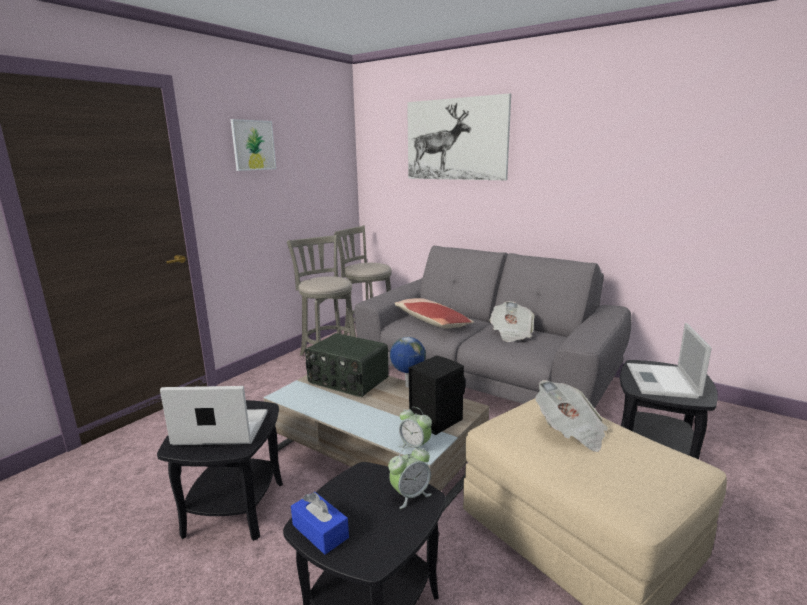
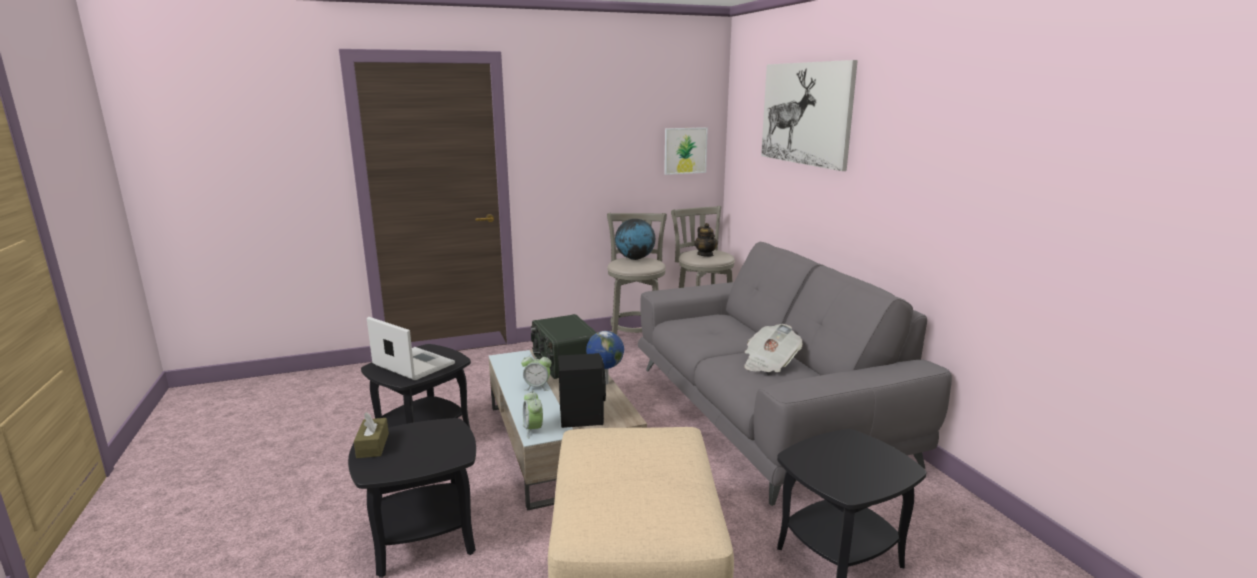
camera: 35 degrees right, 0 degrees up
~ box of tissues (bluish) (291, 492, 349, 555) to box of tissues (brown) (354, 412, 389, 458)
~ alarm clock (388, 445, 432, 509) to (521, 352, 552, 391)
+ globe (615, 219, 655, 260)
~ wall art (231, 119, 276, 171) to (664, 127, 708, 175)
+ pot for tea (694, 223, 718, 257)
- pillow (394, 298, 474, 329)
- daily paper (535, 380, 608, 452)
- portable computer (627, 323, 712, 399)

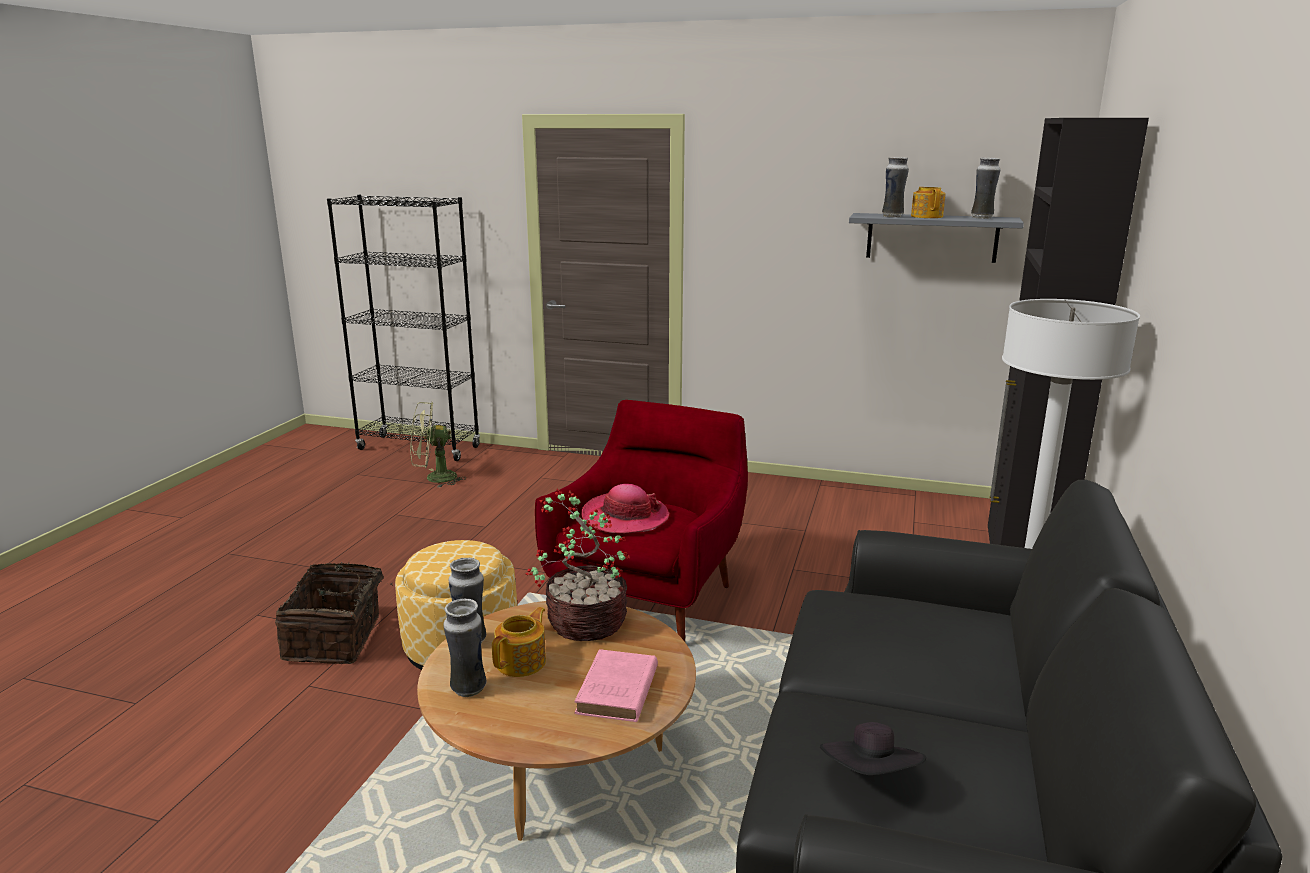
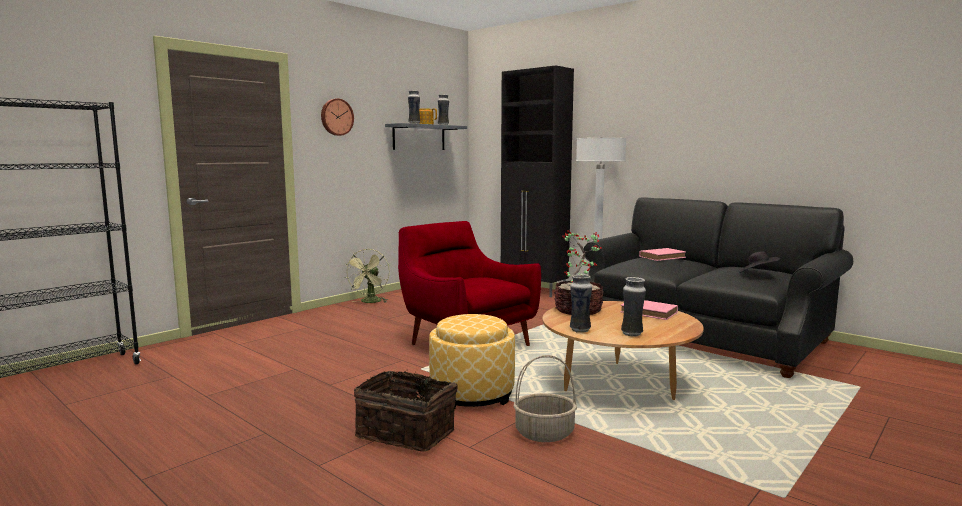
camera: 65 degrees left, 10 degrees down
+ clock on the wall (321, 98, 354, 136)
~ fan (greenish) (410, 402, 466, 487) to (344, 249, 390, 303)
+ storage basket (514, 355, 577, 442)
+ book (pink) (639, 248, 686, 261)
- pot for tea (492, 607, 546, 677)
- clothing hat (581, 484, 669, 533)

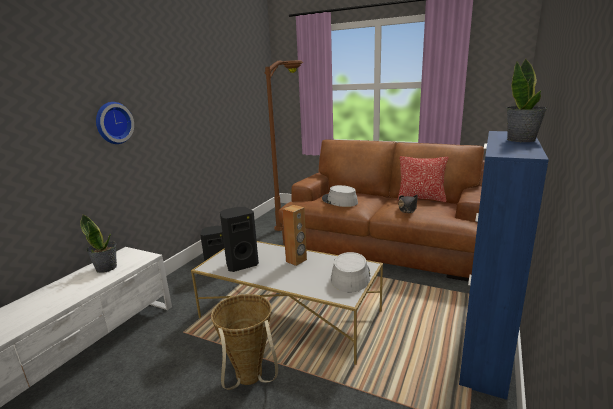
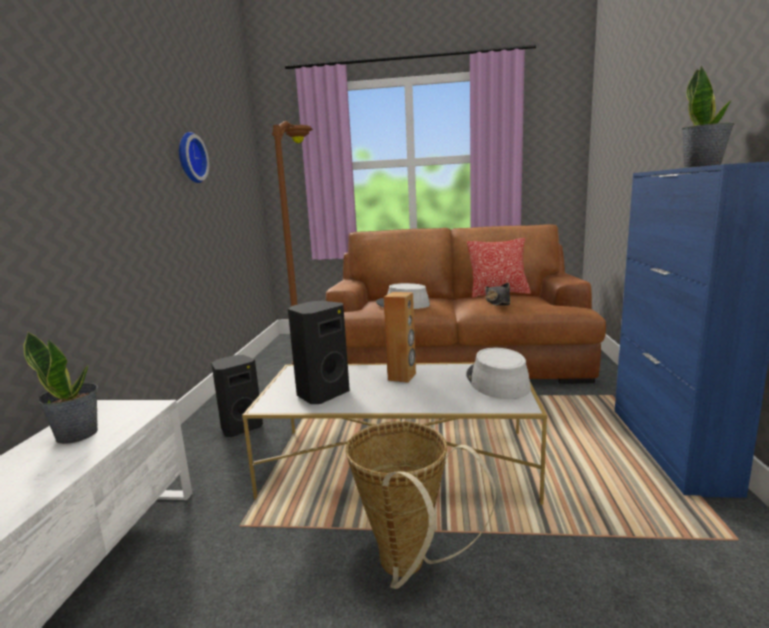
camera: 20 degrees left, 5 degrees down
~ clock on the wall (96, 102, 134, 144) to (179, 132, 209, 183)

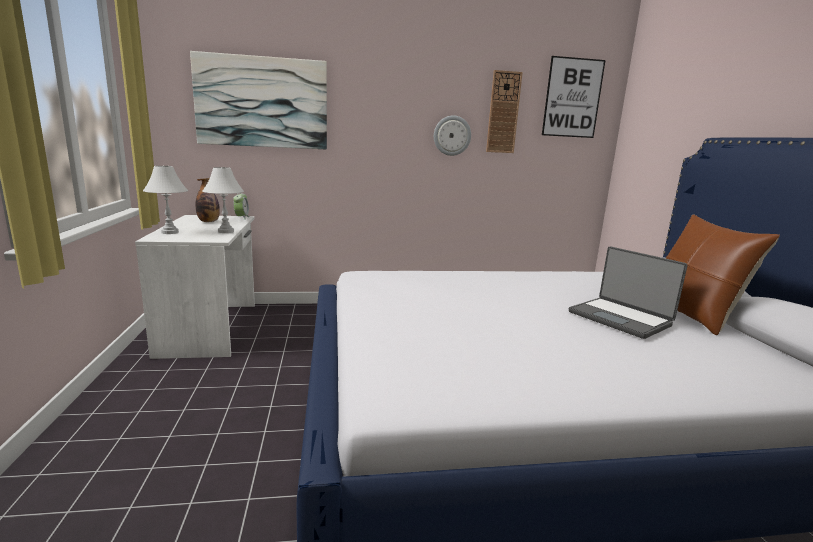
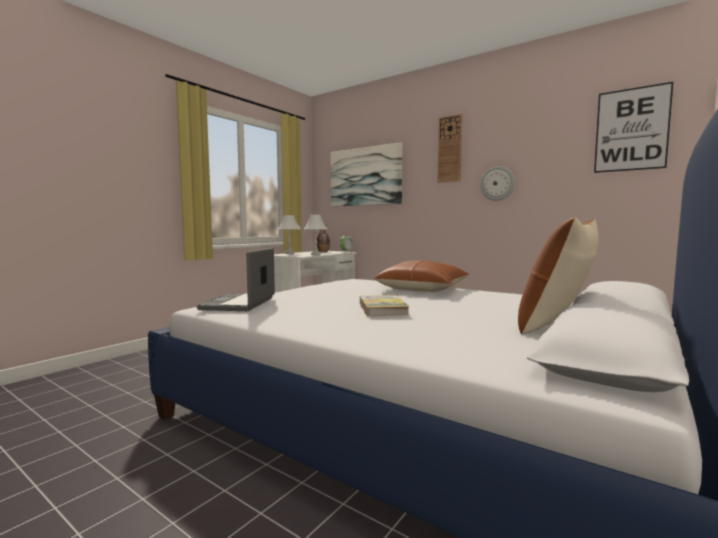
camera: 45 degrees right, 10 degrees down
~ portable computer (569, 246, 688, 339) to (197, 248, 275, 311)
+ book (360, 295, 409, 316)
+ pillow (brown) (375, 260, 469, 292)
~ clock on the wall (486, 70, 523, 153) to (437, 114, 462, 183)

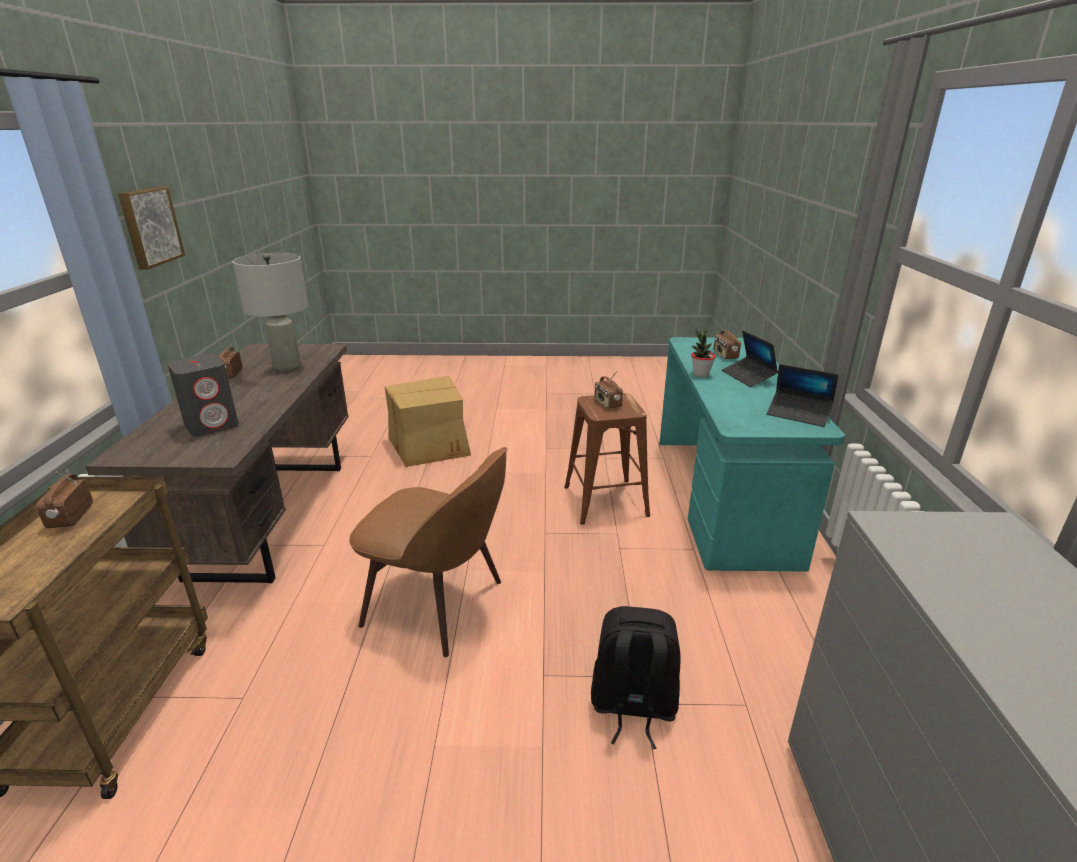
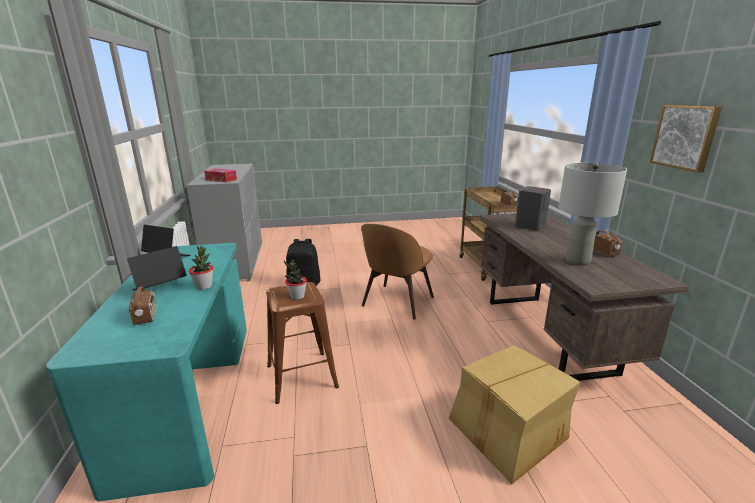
camera: 170 degrees right, 5 degrees down
~ portable computer (722, 331, 778, 387) = (127, 246, 187, 291) 105 degrees counterclockwise
+ box of tissues (204, 168, 237, 182)
~ radio set (594, 371, 623, 409) to plant in a pot (284, 259, 307, 300)
~ upright chair (brown) (349, 447, 508, 657) = (361, 224, 434, 320) 75 degrees counterclockwise

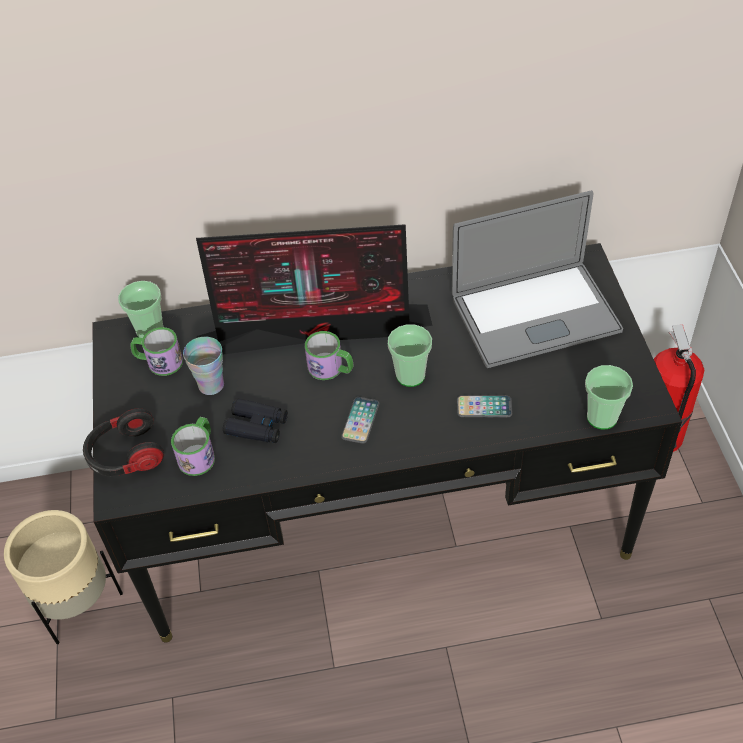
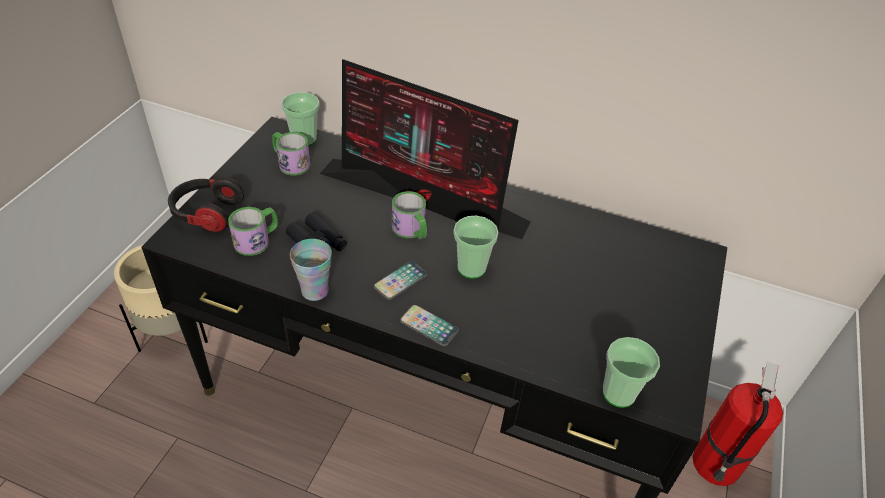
camera: 25 degrees right, 5 degrees down
~ cup (183, 337, 224, 395) to (290, 239, 332, 301)
~ phone (457, 396, 512, 417) to (400, 305, 459, 346)
- portable computer (452, 190, 623, 368)

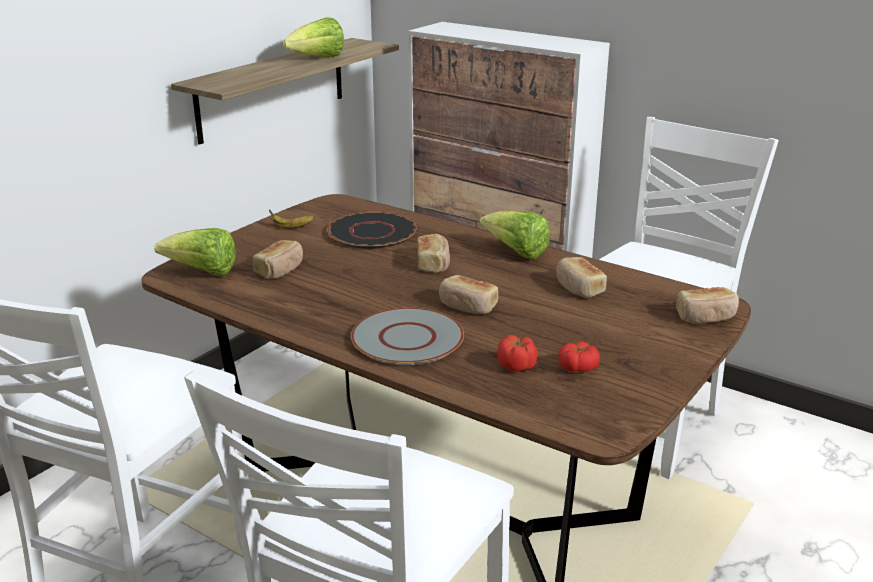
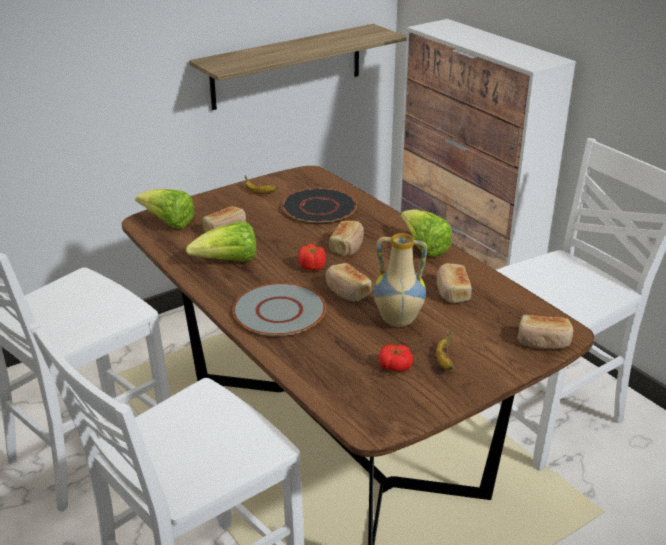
camera: 20 degrees right, 5 degrees up
~ lettuce (283, 17, 344, 57) to (186, 222, 256, 262)
~ tomato (497, 335, 537, 372) to (298, 244, 326, 270)
+ flower vase (374, 233, 427, 327)
+ banana (436, 331, 453, 370)

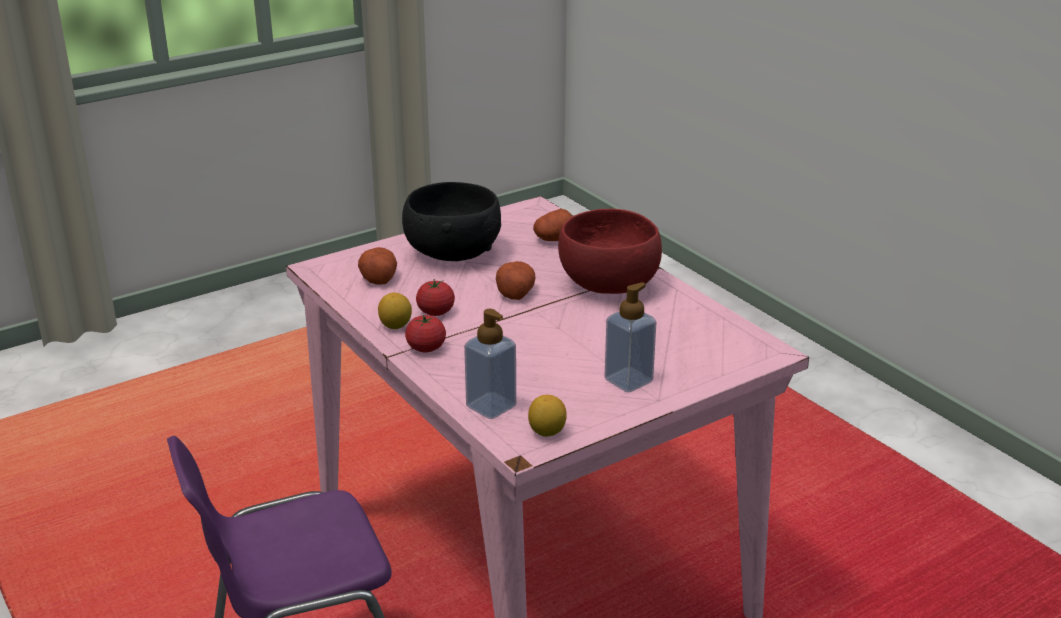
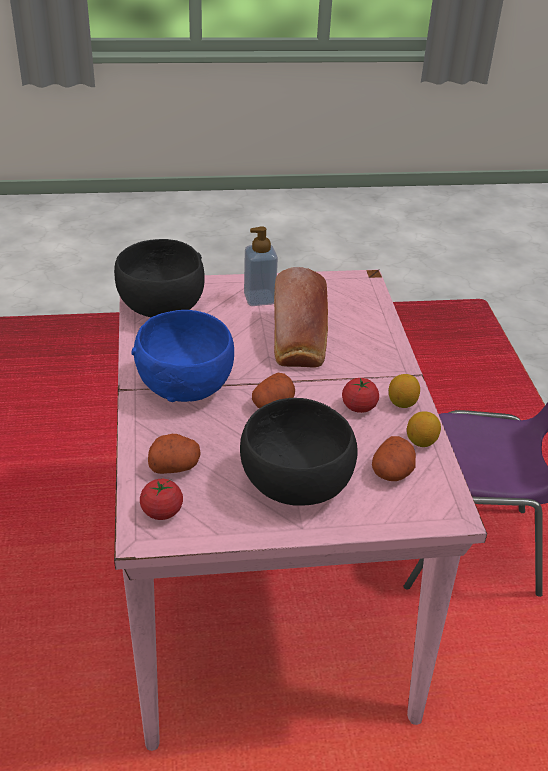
camera: 155 degrees left, 10 degrees up
+ bowl (black-coloured) (114, 239, 205, 317)
~ bowl (reddish) (558, 209, 662, 294) to bowl (bluish) (131, 310, 234, 402)
~ tomato (405, 315, 446, 352) to (140, 479, 183, 520)
+ bread (274, 267, 328, 367)
~ citrus fruit (528, 395, 567, 437) to (407, 411, 441, 447)
- soap bottle (464, 309, 516, 419)

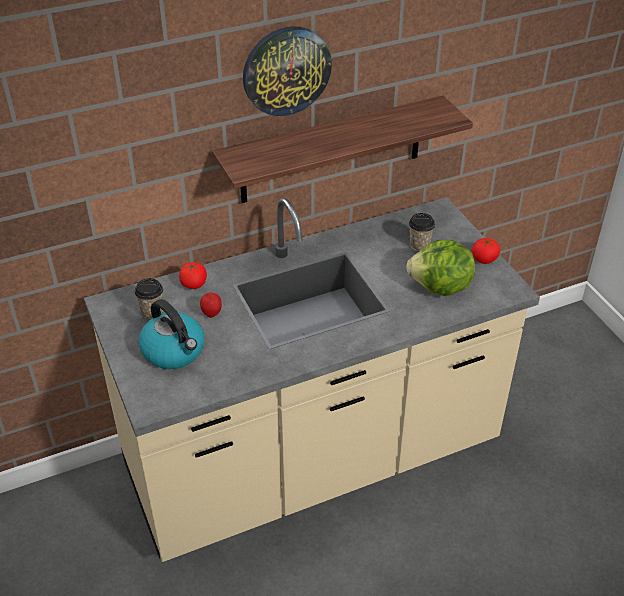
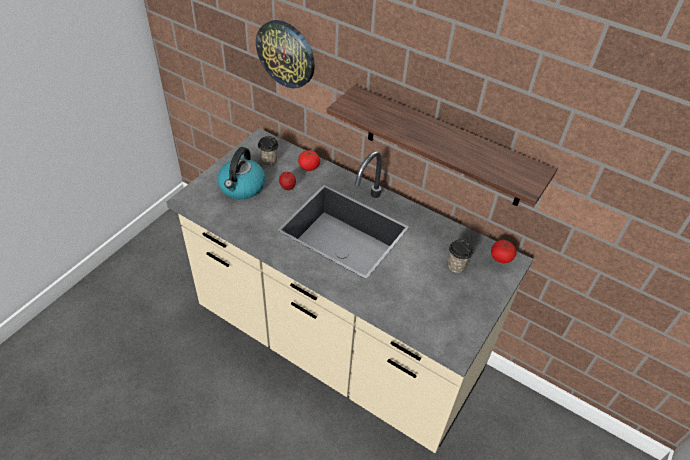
camera: 55 degrees right, 5 degrees up
~ clock on the wall (243, 26, 332, 116) to (256, 20, 315, 88)
~ tomato (471, 238, 500, 264) to (491, 240, 517, 263)
- lettuce (406, 240, 475, 296)

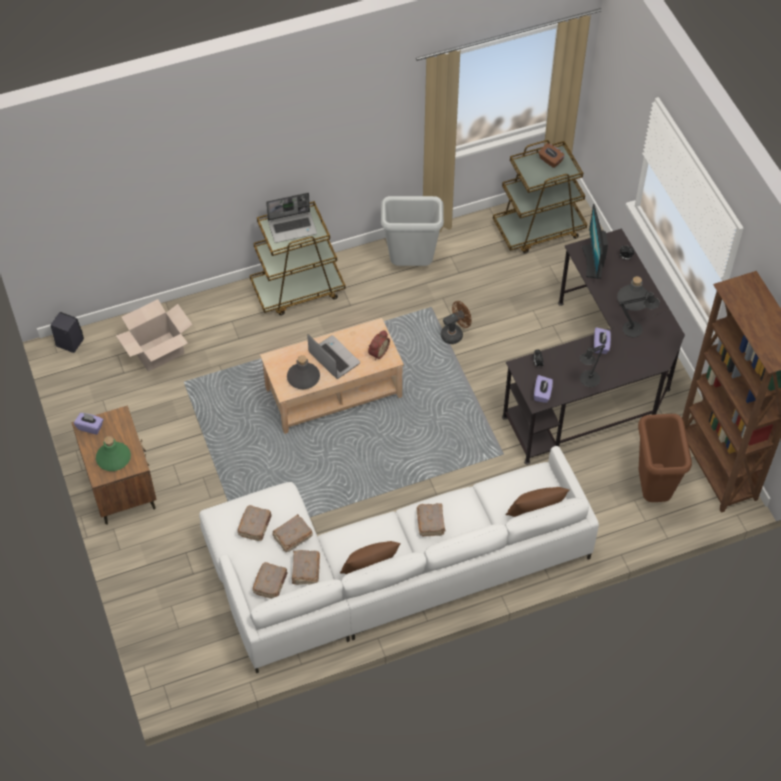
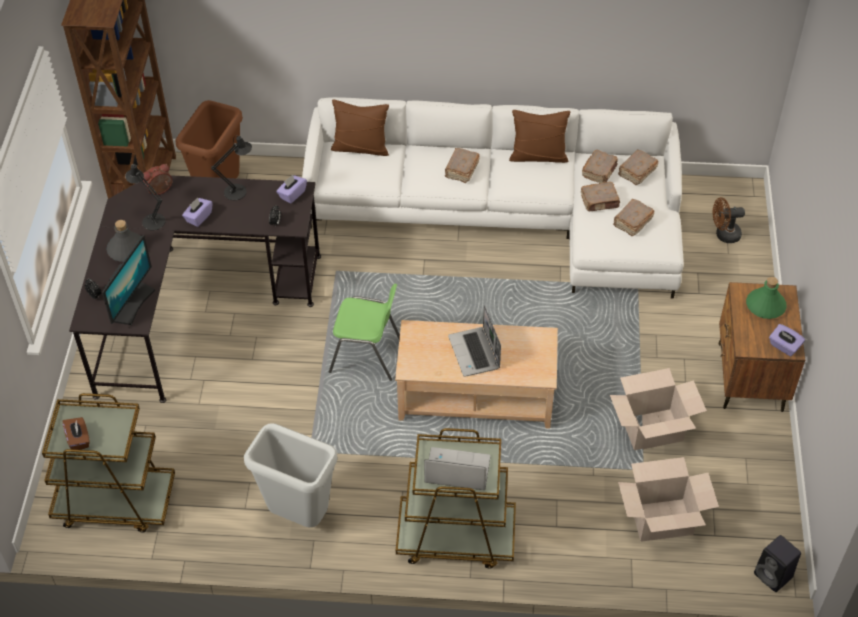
camera: 155 degrees left, 5 degrees down
~ alarm clock (368, 330, 390, 360) to (143, 164, 173, 195)
+ upright chair (greenish) (329, 284, 400, 381)
+ cardboard box (610, 368, 707, 450)
~ fan (brown) (441, 301, 472, 344) to (713, 197, 745, 243)
- beverage bottle (greyish) (287, 355, 320, 389)

